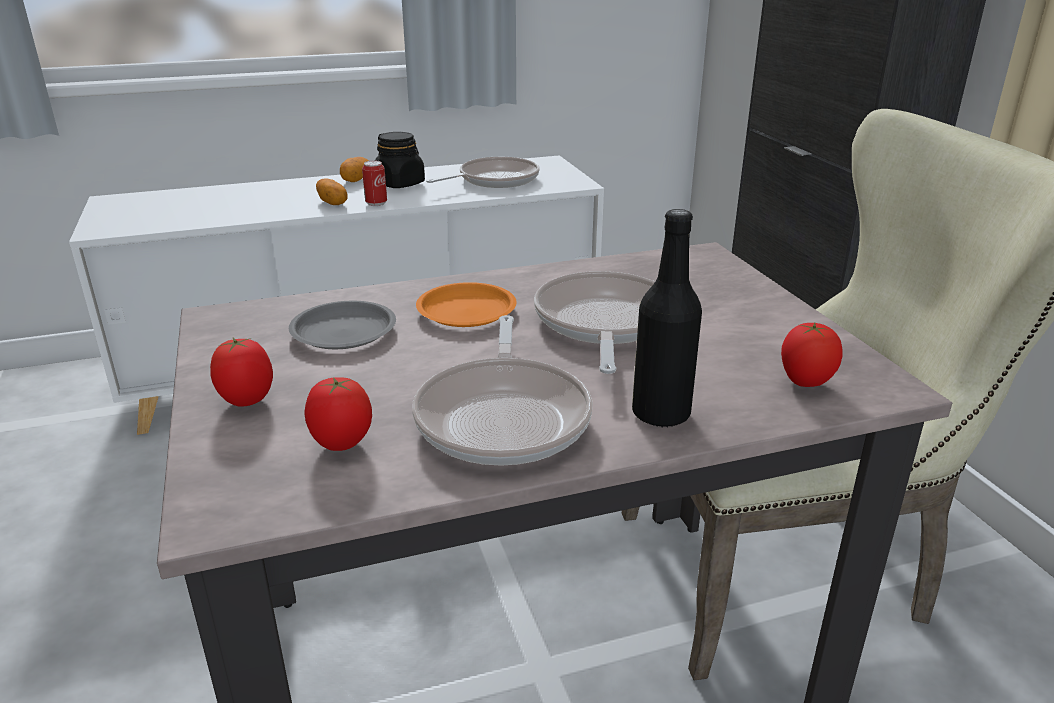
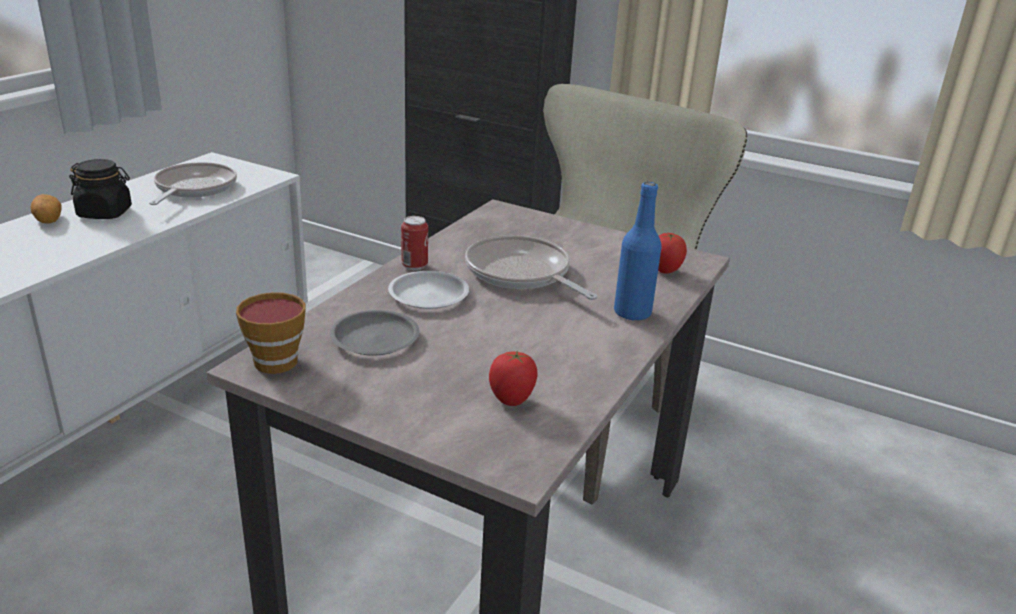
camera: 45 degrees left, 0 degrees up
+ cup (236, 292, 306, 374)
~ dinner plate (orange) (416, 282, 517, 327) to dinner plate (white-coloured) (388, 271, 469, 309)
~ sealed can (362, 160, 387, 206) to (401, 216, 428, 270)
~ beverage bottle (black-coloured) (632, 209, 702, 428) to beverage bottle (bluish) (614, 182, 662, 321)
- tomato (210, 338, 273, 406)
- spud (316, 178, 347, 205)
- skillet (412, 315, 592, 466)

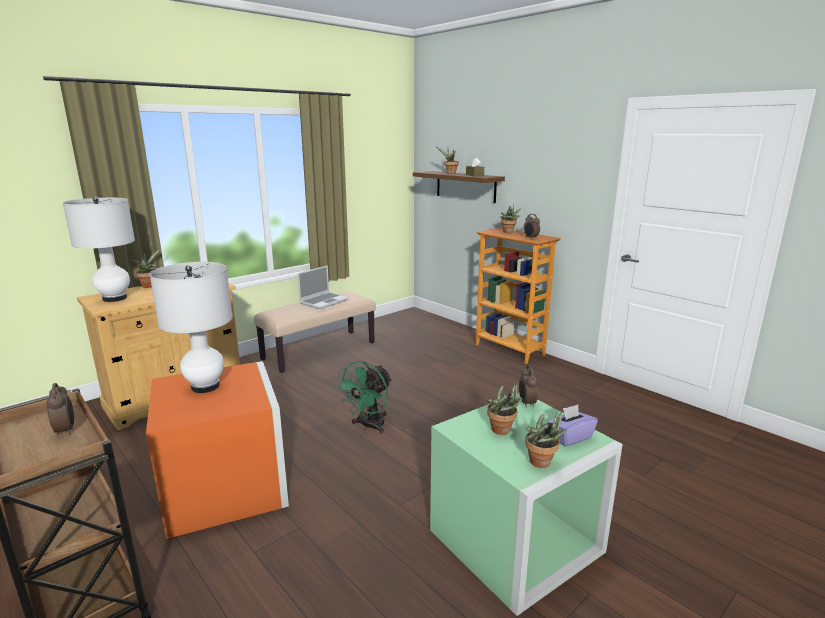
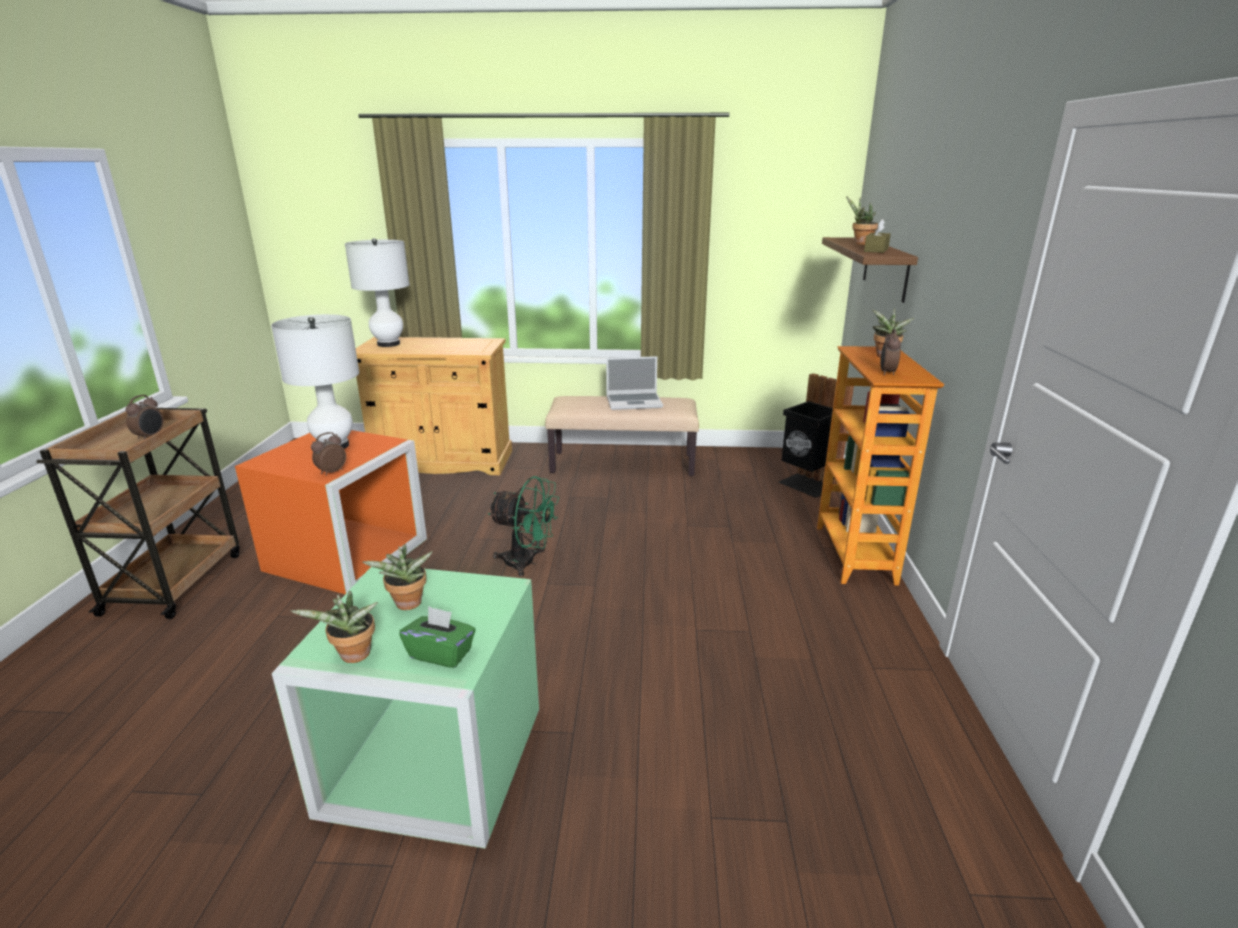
camera: 45 degrees right, 5 degrees up
~ alarm clock (519, 366, 538, 408) to (311, 432, 346, 475)
~ box of tissues (purplish) (547, 405, 598, 446) to box of tissues (greenish) (399, 606, 476, 668)
~ fan (greenish) (335, 361, 392, 434) = (488, 476, 559, 577) 150 degrees counterclockwise
+ rubbish bin (black-coloured) (778, 373, 854, 498)
- plant in a pot (130, 248, 162, 288)

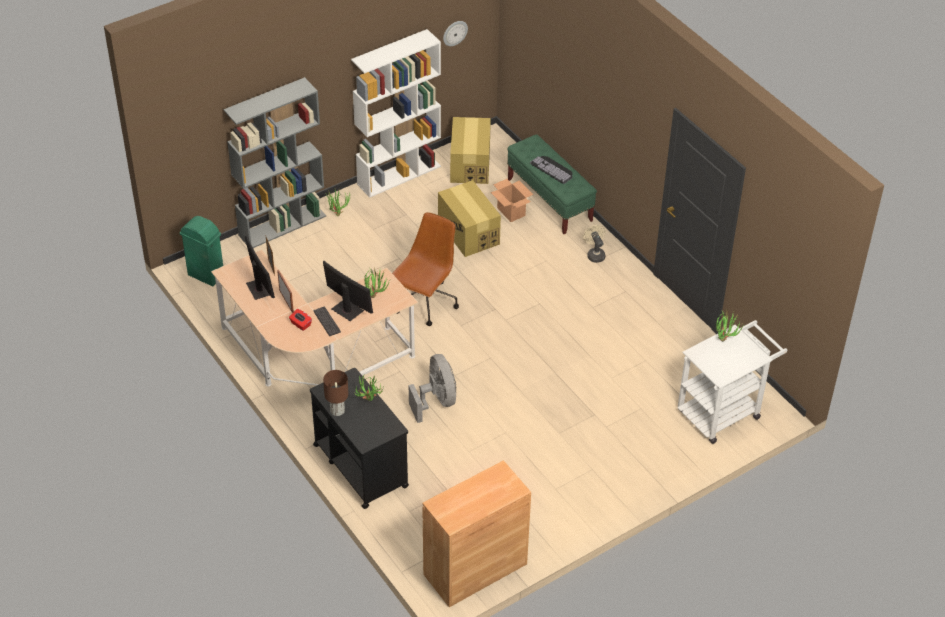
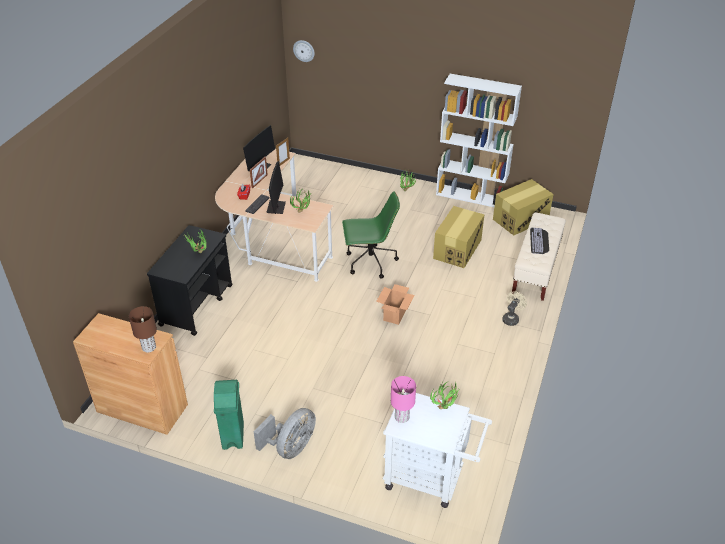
camera: 55 degrees right, 5 degrees down
~ tabletop lamp (brown) (323, 370, 349, 416) to (129, 306, 157, 352)
~ rubbish bin (greenish) (180, 216, 223, 286) to (214, 380, 244, 450)
~ fan (greyish) (409, 354, 456, 423) to (254, 408, 316, 459)
~ clock on the wall (443, 21, 468, 46) to (293, 40, 315, 62)
~ computer chair (brown) (392, 212, 459, 326) to computer chair (greenish) (342, 191, 400, 279)
~ cardboard box (491, 179, 533, 222) to (376, 284, 414, 325)
+ tabletop lamp (pink) (391, 376, 416, 423)
~ bench (greenish) (507, 135, 597, 234) to bench (beige-coloured) (512, 212, 566, 301)
- bookshelf (greyish) (224, 77, 326, 248)

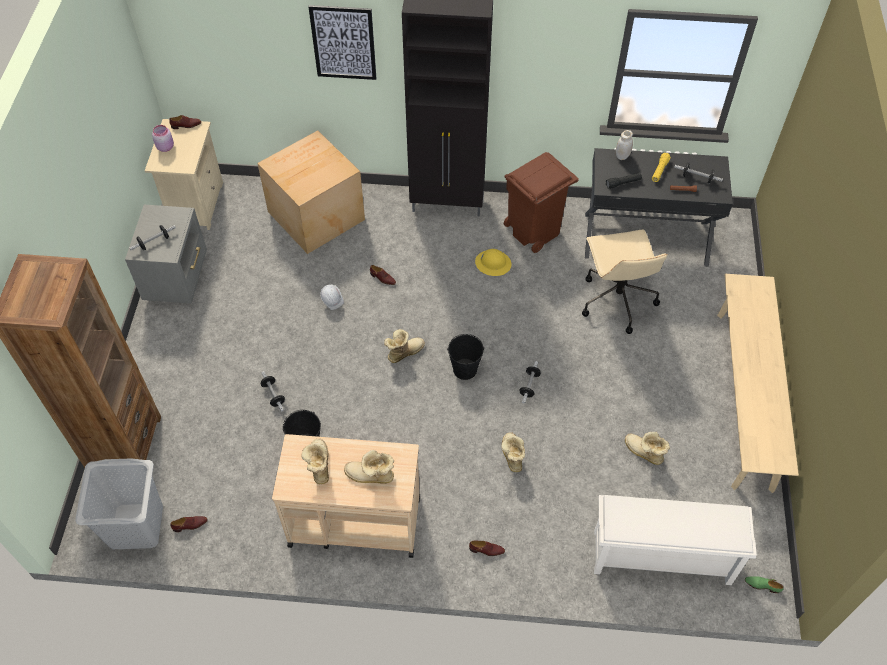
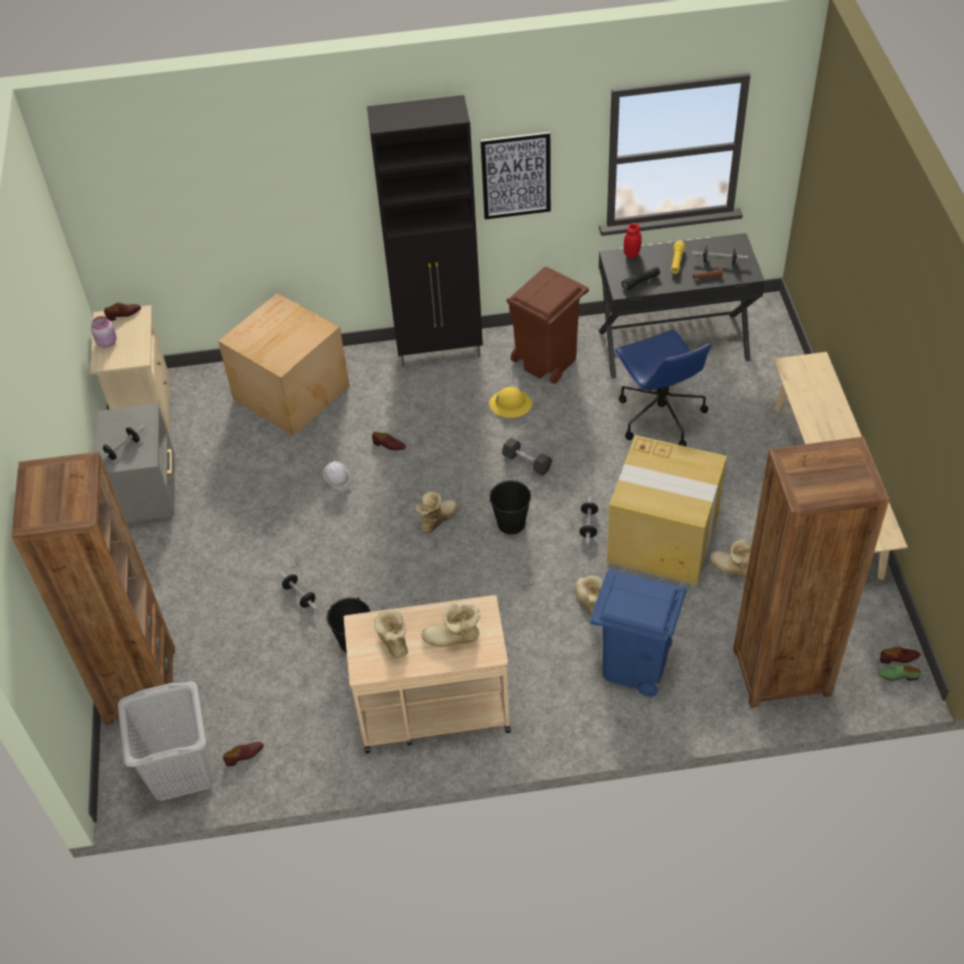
camera: 10 degrees left, 5 degrees down
~ wall art (308, 5, 376, 80) to (480, 132, 551, 219)
+ dumbbell (greyish) (502, 438, 552, 475)
+ rubbish bin (bluish) (590, 570, 687, 697)
+ cardboard box (607, 435, 727, 585)
~ computer chair (beige-coloured) (582, 230, 668, 334) to computer chair (bluish) (613, 330, 711, 446)
~ preserve jar (white-coloured) (616, 130, 633, 160) to preserve jar (reddish) (624, 223, 642, 258)
~ shoe stand (white-coloured) (594, 495, 757, 585) to bookshelf (brown) (733, 437, 890, 708)
~ shoe (brown) (469, 541, 505, 556) to (880, 647, 920, 664)

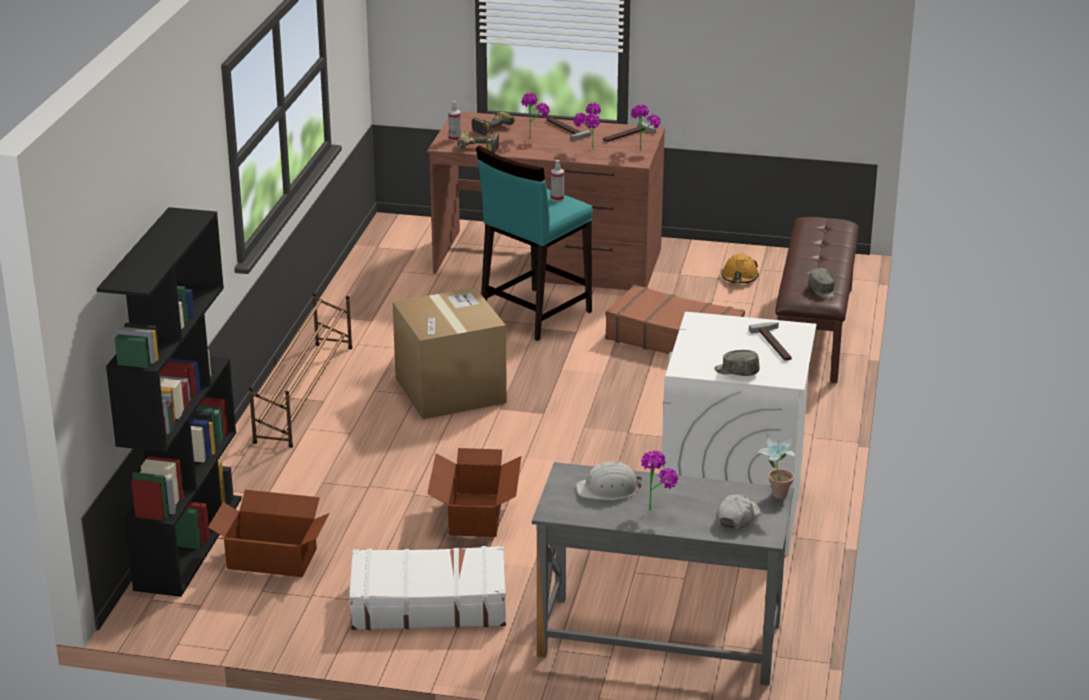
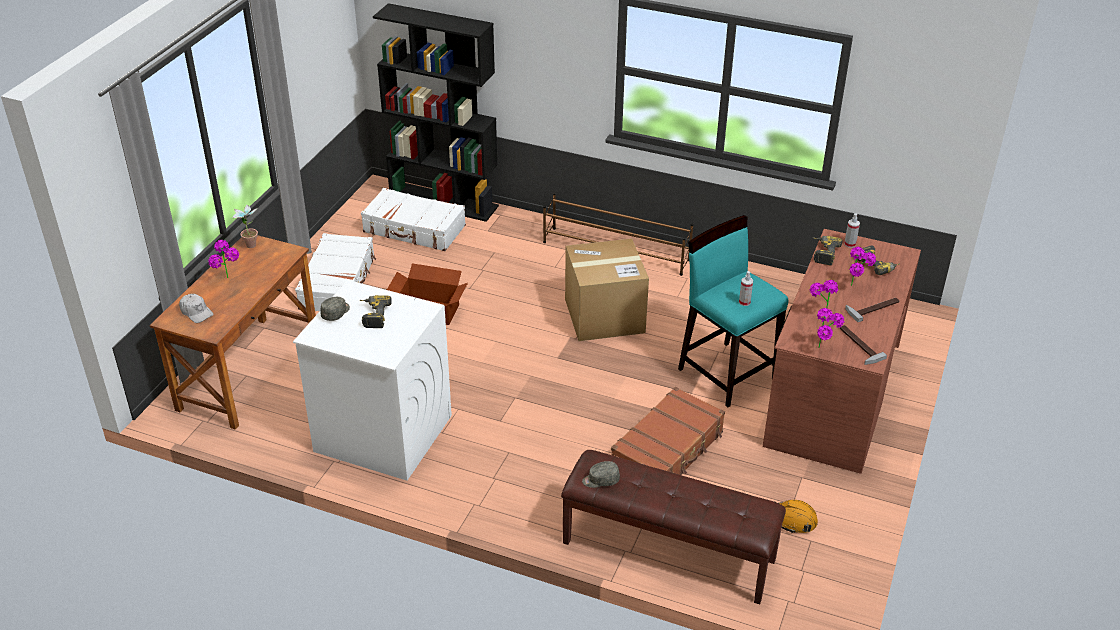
camera: 100 degrees right, 10 degrees up
~ desk unit (greyish) (532, 462, 794, 686) to desk unit (brown) (150, 236, 316, 430)
~ plant in a pot (757, 434, 796, 499) to (232, 204, 258, 248)
+ power drill (359, 295, 392, 328)
~ cardboard box (208, 490, 329, 577) to piece of luggage (white-coloured) (361, 188, 466, 251)
- work helmet (white-coloured) (576, 461, 642, 500)
- hand hammer (749, 322, 792, 361)

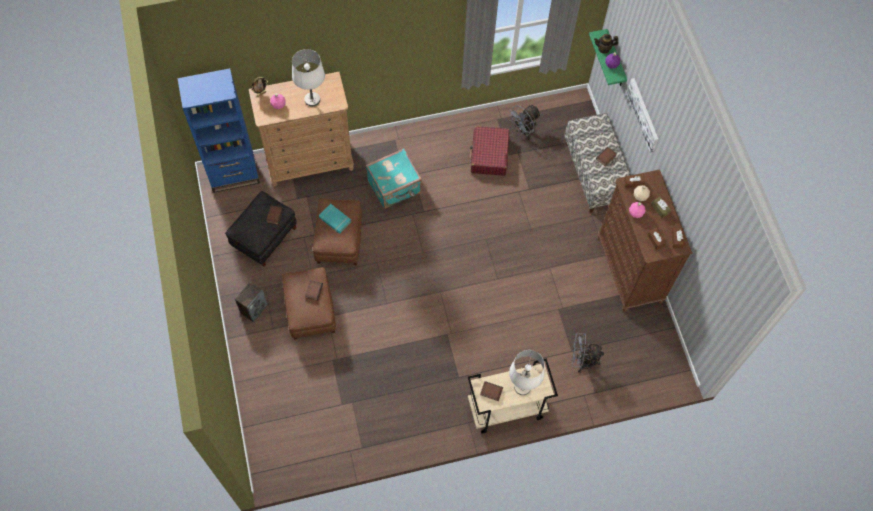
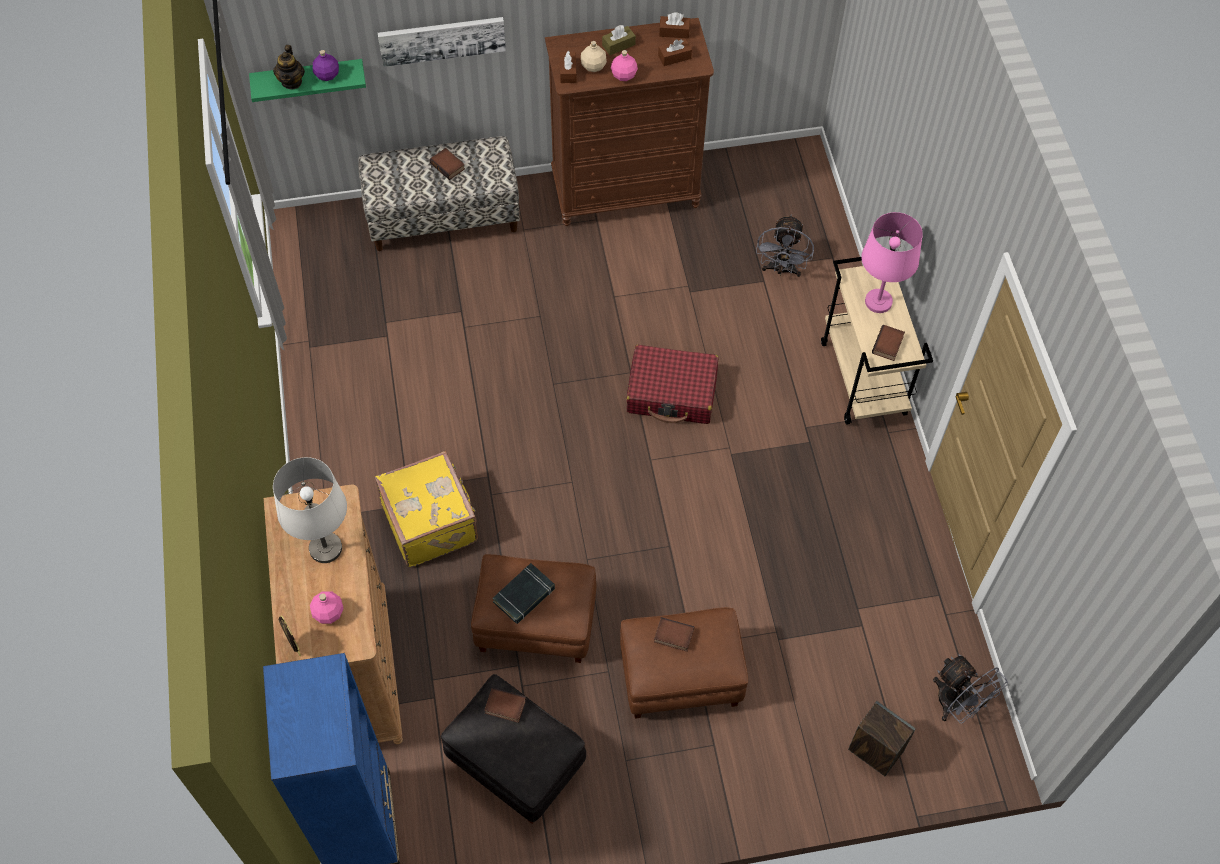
camera: 85 degrees left, 5 degrees down
~ piece of luggage (turquoise-coloured) (366, 148, 422, 209) to piece of luggage (yellow-coloured) (375, 451, 478, 567)
~ book (turquoise-coloured) (319, 204, 351, 234) to book (black-coloured) (493, 563, 555, 624)
~ piece of luggage (reddish) (470, 126, 510, 176) to (626, 345, 719, 424)
~ loudspeaker (235, 282, 268, 322) to (848, 701, 916, 776)
~ tabletop lamp (white-coloured) (509, 350, 545, 395) to tabletop lamp (pink) (862, 212, 923, 313)
~ fan (greyish) (508, 105, 541, 140) to (933, 654, 1008, 723)

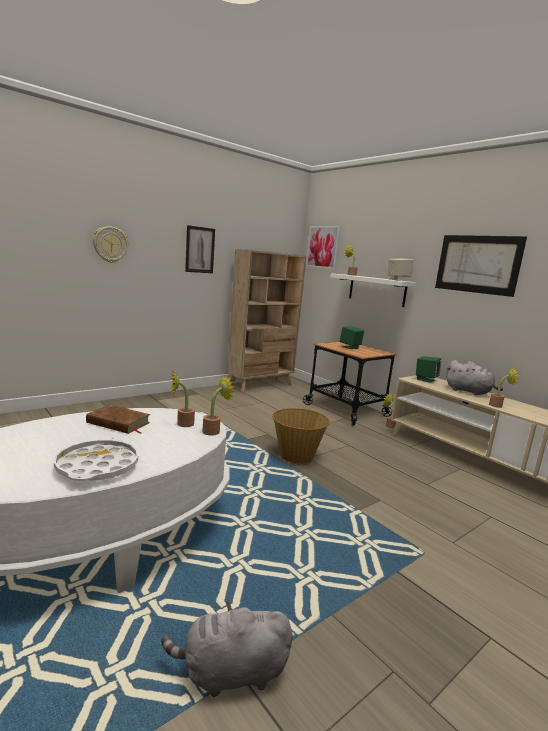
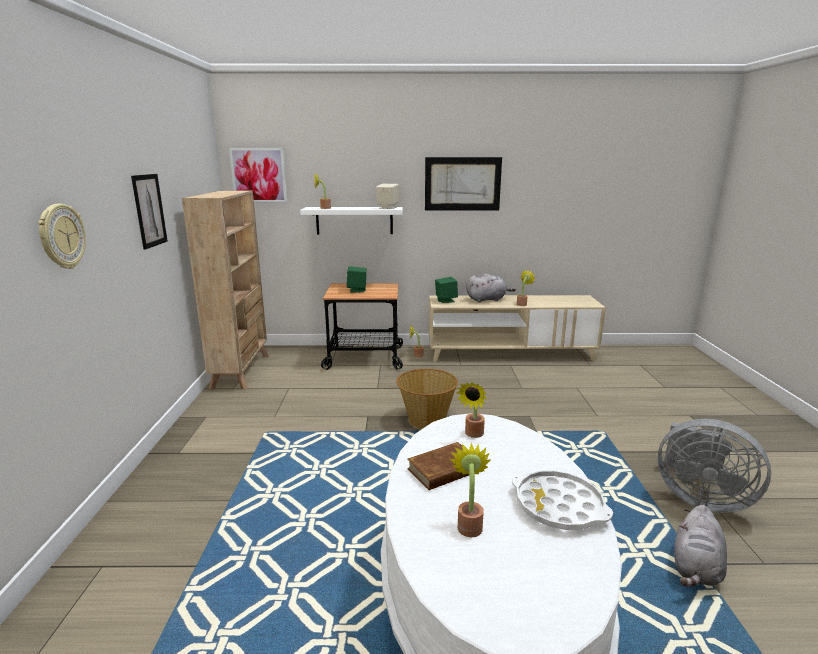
camera: 50 degrees left, 5 degrees up
~ plant in a pot (202, 375, 235, 436) to (450, 442, 491, 537)
+ fan (greyish) (658, 419, 771, 513)

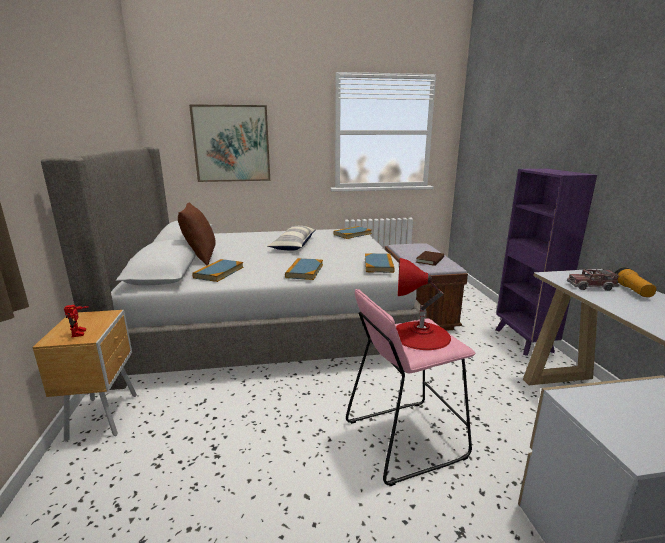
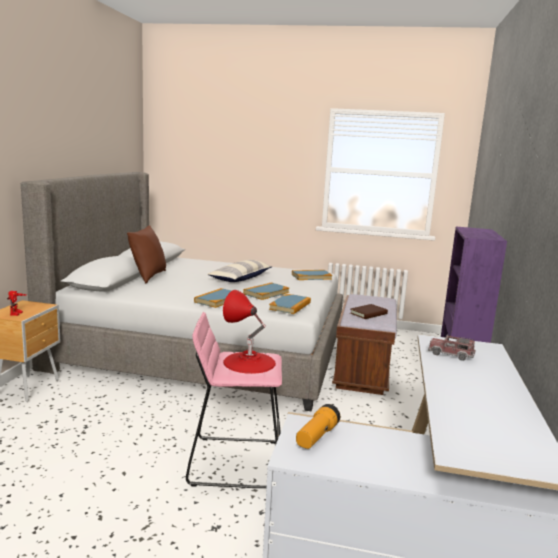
camera: 20 degrees right, 5 degrees down
~ book (192, 259, 243, 282) to (243, 282, 289, 300)
~ flashlight (616, 267, 656, 297) to (296, 404, 340, 449)
- wall art (189, 104, 270, 182)

